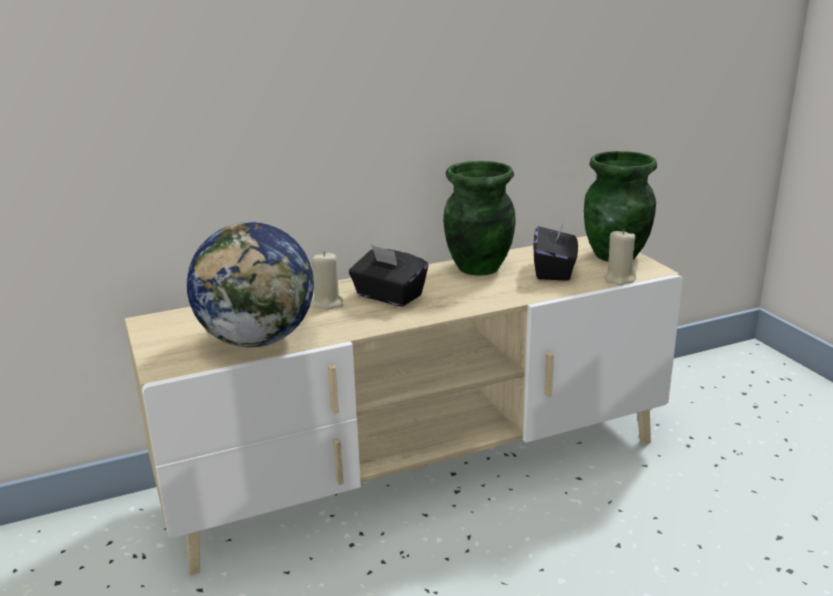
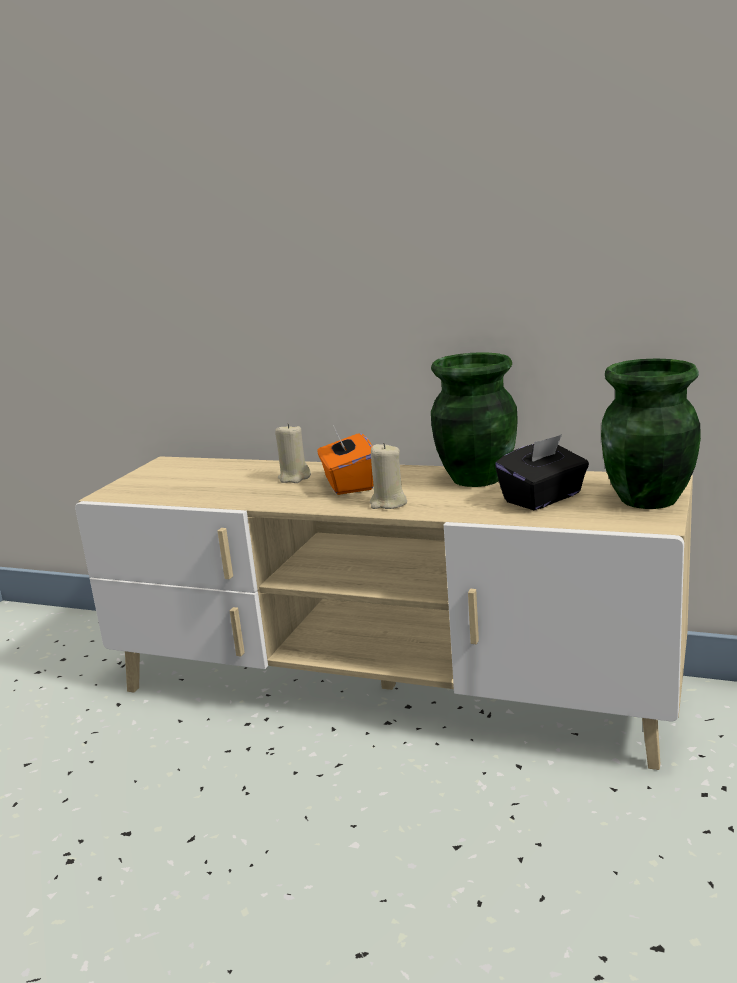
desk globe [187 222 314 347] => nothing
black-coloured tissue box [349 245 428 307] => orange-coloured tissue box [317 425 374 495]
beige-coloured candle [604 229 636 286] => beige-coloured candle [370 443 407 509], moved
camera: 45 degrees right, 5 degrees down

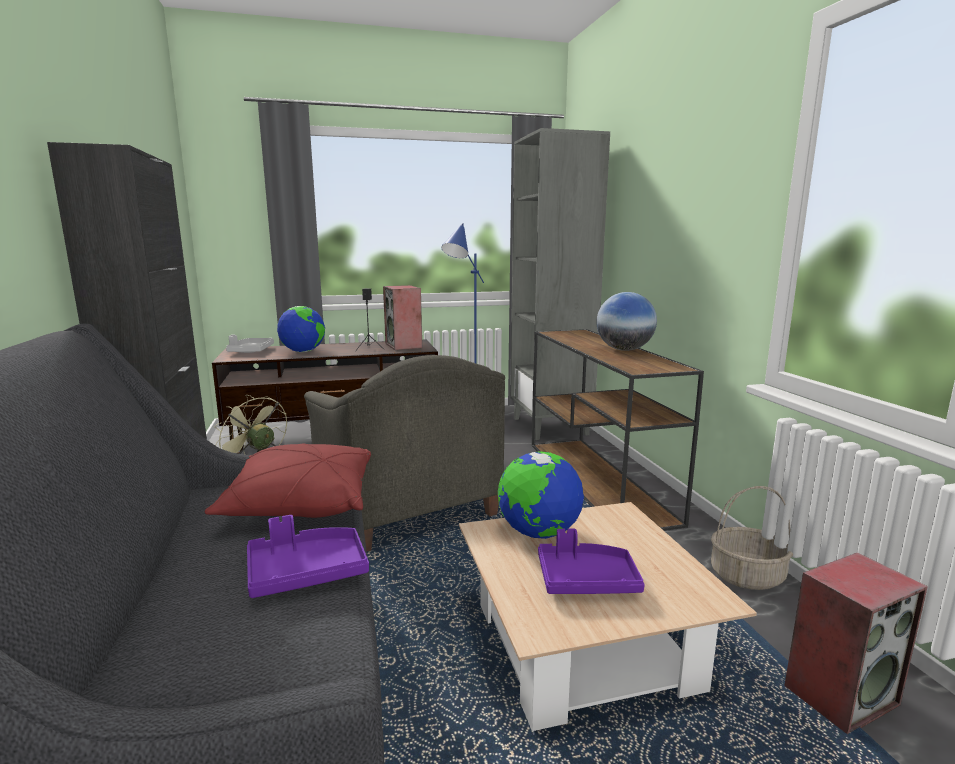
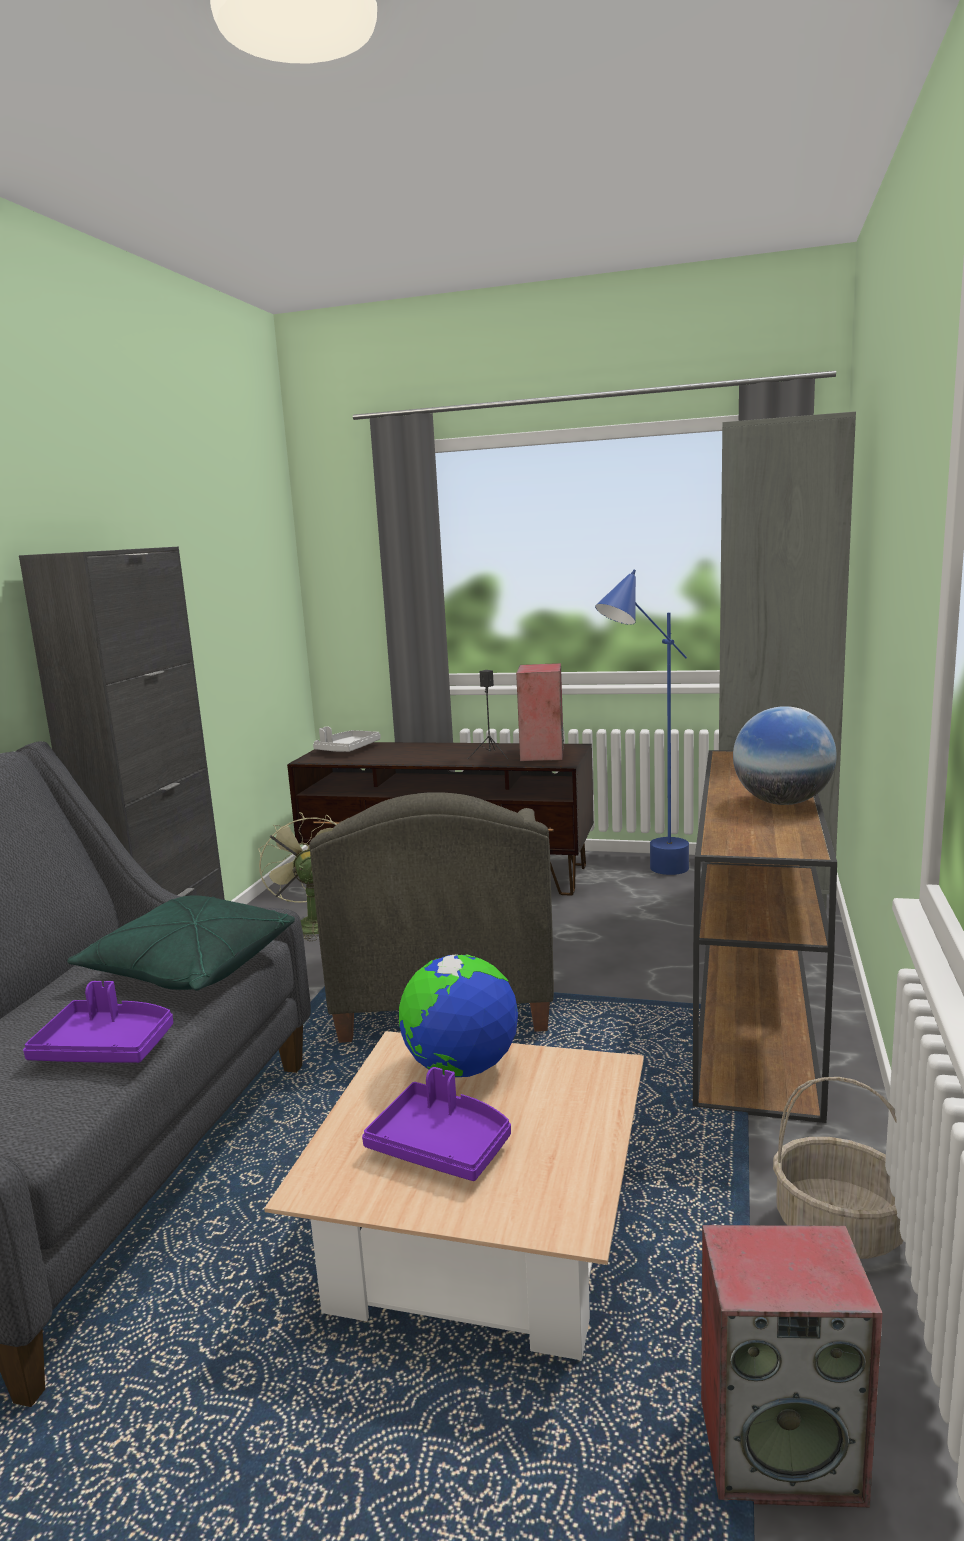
red cushion [205 443 371 518] => greenish cushion [67 896 295 991]
desk globe [277 306 325 352] => nothing
camera: 30 degrees right, 0 degrees up

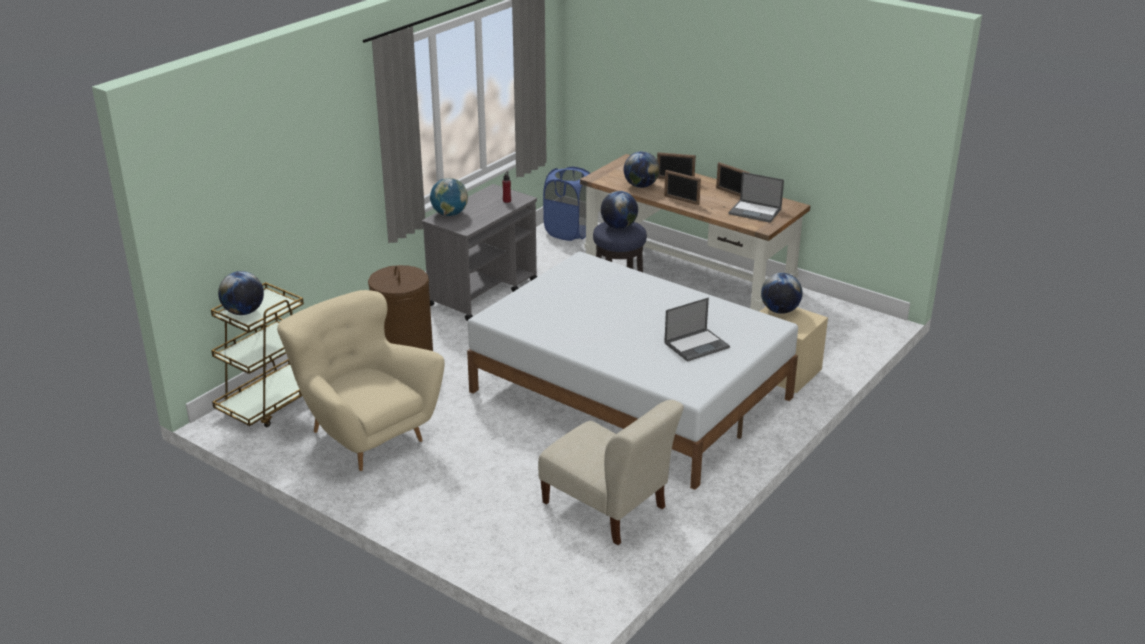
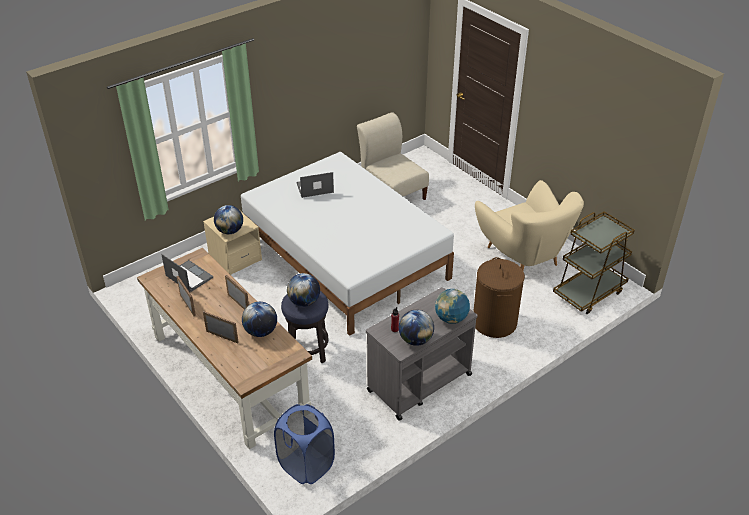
desk globe [218 271 264 315] => desk globe [399 310 434 346], moved
camera: 165 degrees left, 10 degrees up

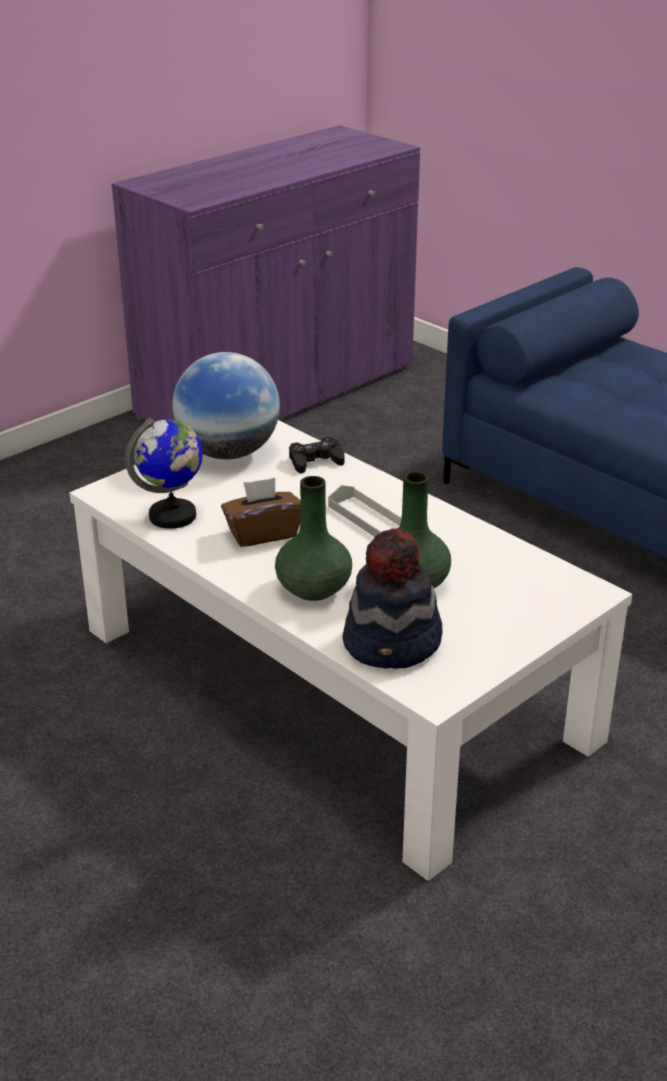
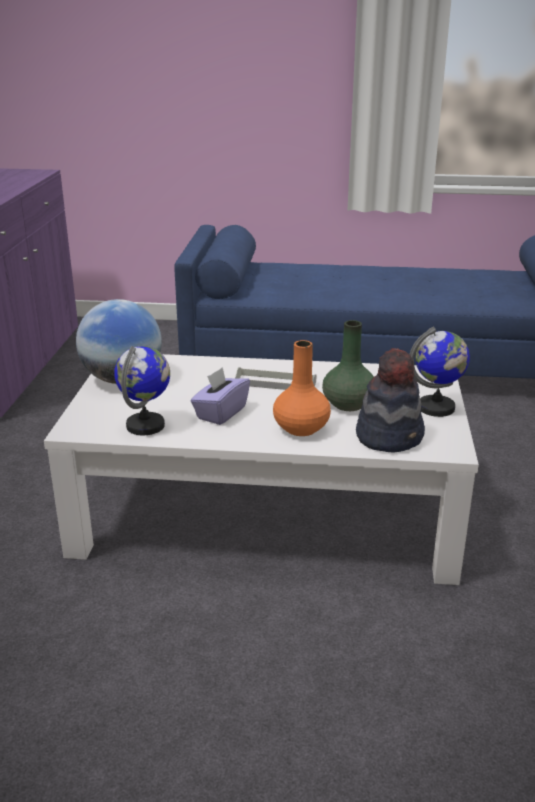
brown-coloured tissue box [221 478 301 547] => purple-coloured tissue box [191 367 250 425]
greenish flower vase [275 476 352 601] => orange-coloured flower vase [273 340 331 436]
black-coloured gamepad [289 437 345 473] => nothing
nothing => desk globe [410 327 470 417]
camera: 40 degrees left, 5 degrees down

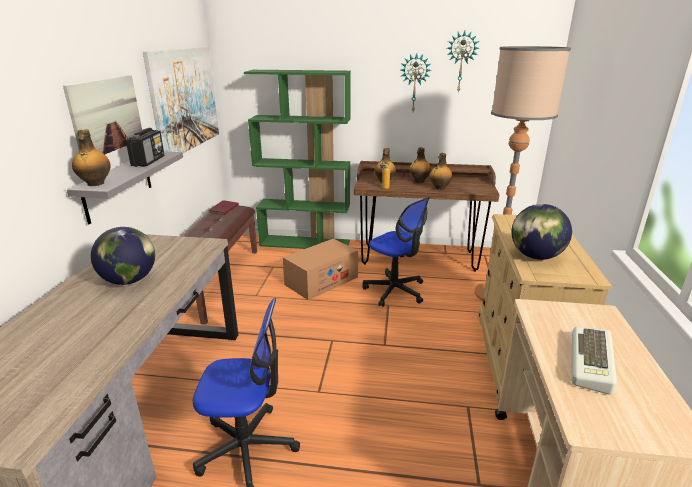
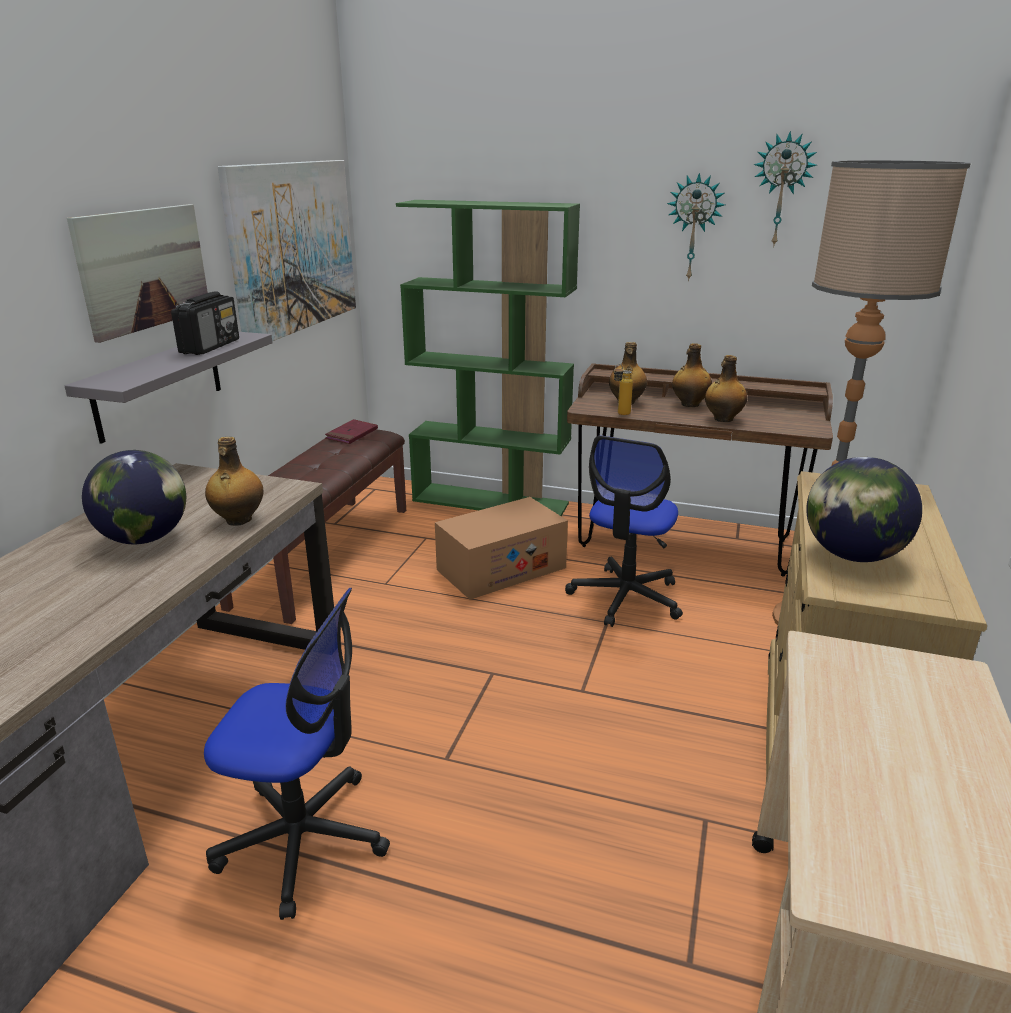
drink bottle [72 129 111 186] => drink bottle [205 437 264 526], moved
computer chair [362 197 430 307] => computer chair [565 436 683 627], 60 degrees clockwise
PC keyboard [571 327 617 395] => nothing
camera: 10 degrees right, 0 degrees up

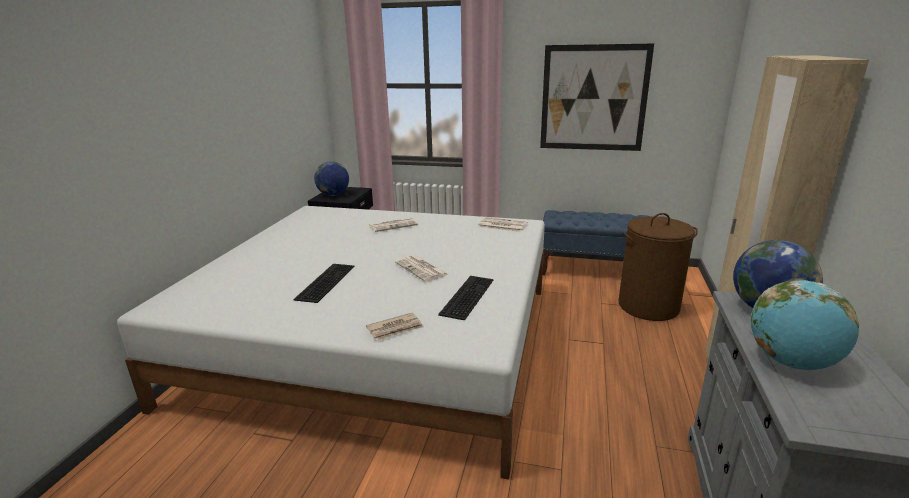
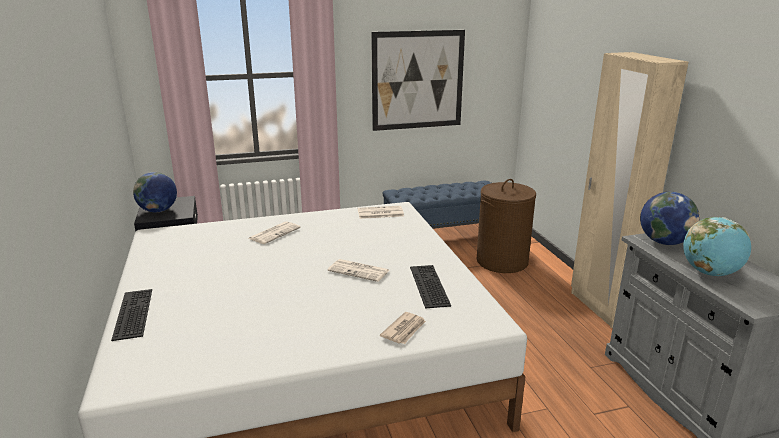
PC keyboard [293 264 354 303] => PC keyboard [111 289 152 341], moved
camera: 30 degrees left, 0 degrees up

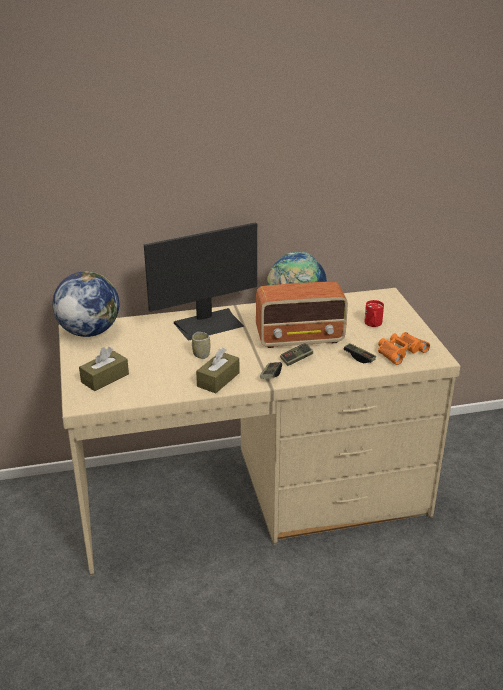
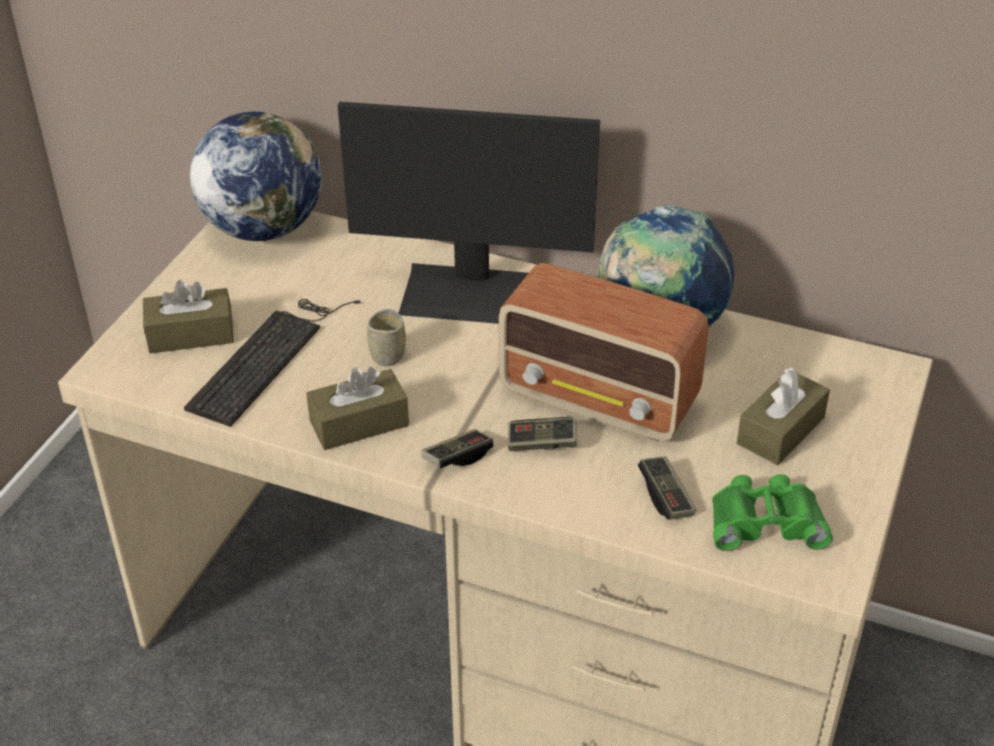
red tea mug [364 300 384 327] => brown-coloured tissue box [737 368 830 465]
orange-coloured pair of binoculars [378 332 430 365] => greenish pair of binoculars [712 474 833 551]
nothing => PC keyboard [184 299 361 427]
camera: 35 degrees right, 10 degrees up

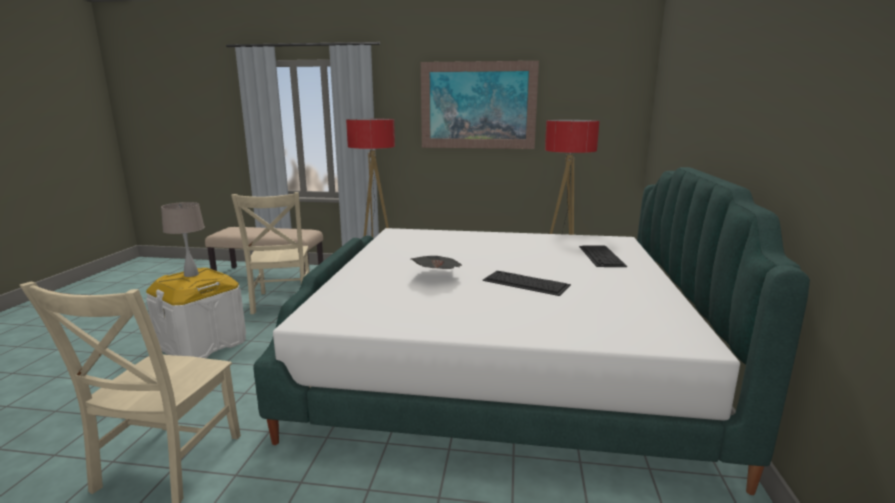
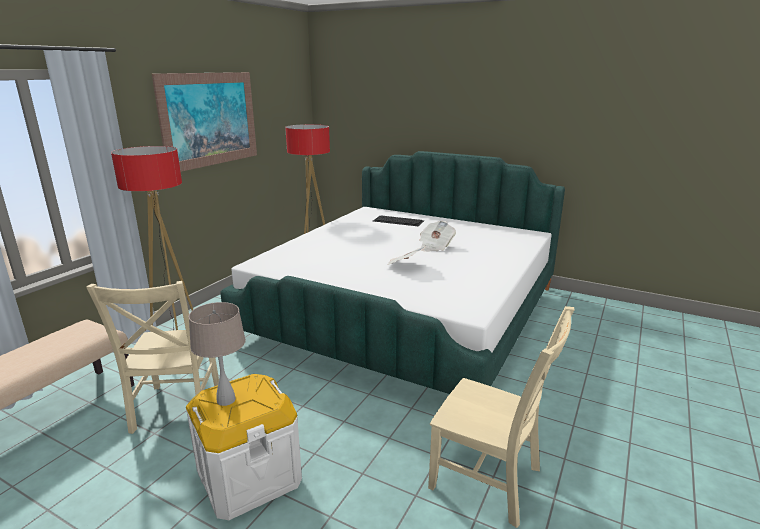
beige-coloured chair [231 192 309 314] => beige-coloured chair [86 281 219 434], 75 degrees clockwise
PC keyboard [482 271 571 296] => printed paper [419 221 456 252]
camera: 70 degrees left, 5 degrees up

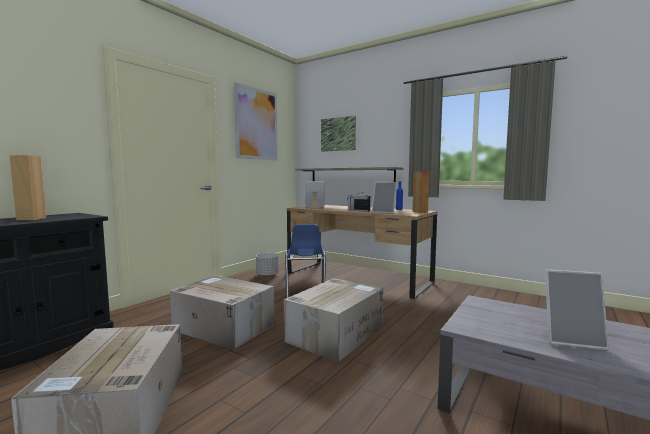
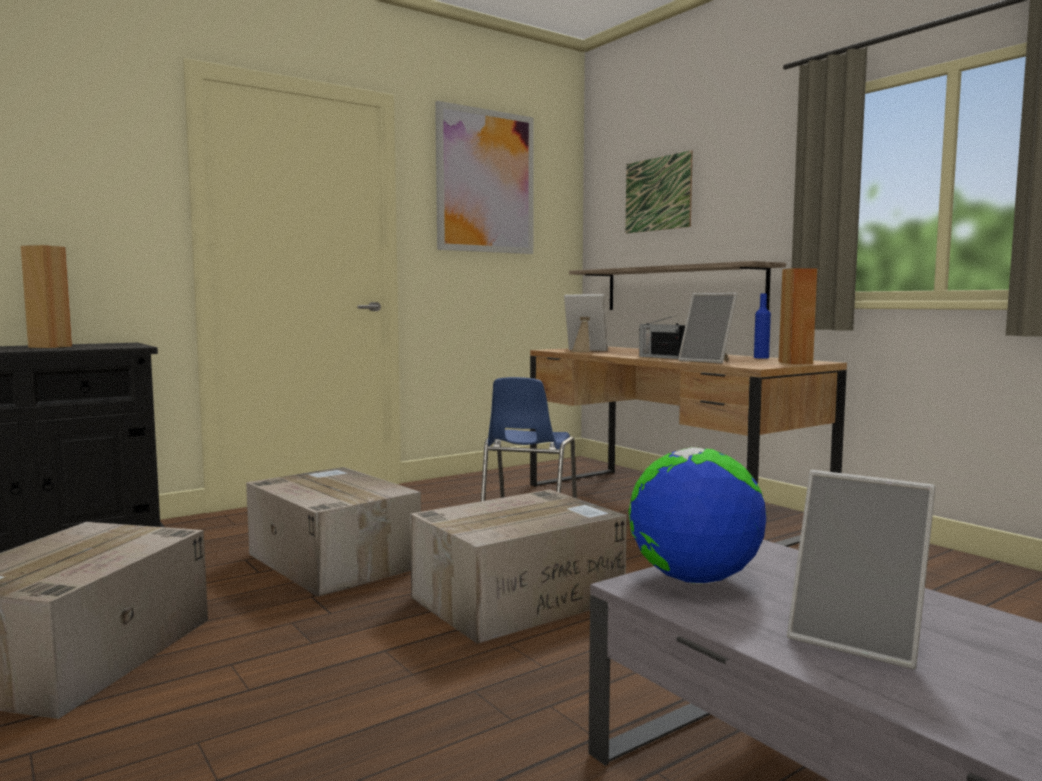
gray planter [256 253 279 277] => nothing
nothing => desk globe [628 447 766 584]
camera: 20 degrees right, 0 degrees up

